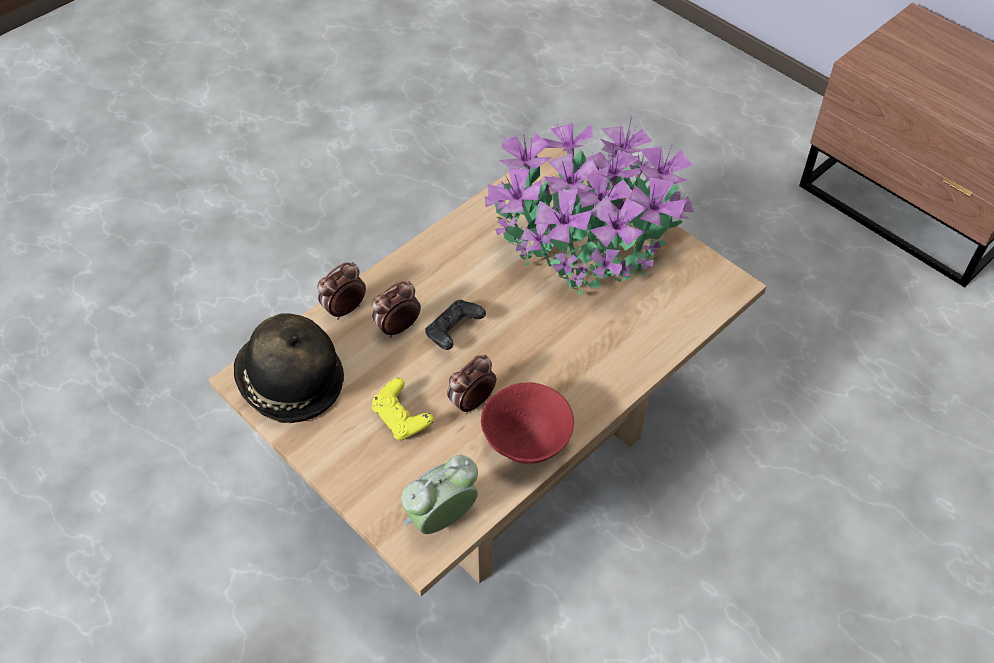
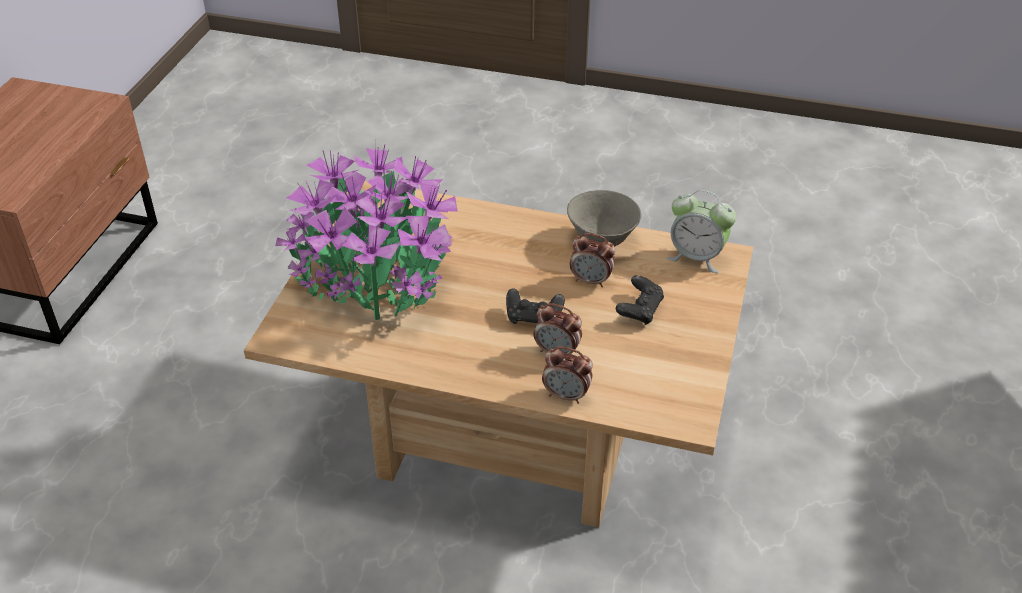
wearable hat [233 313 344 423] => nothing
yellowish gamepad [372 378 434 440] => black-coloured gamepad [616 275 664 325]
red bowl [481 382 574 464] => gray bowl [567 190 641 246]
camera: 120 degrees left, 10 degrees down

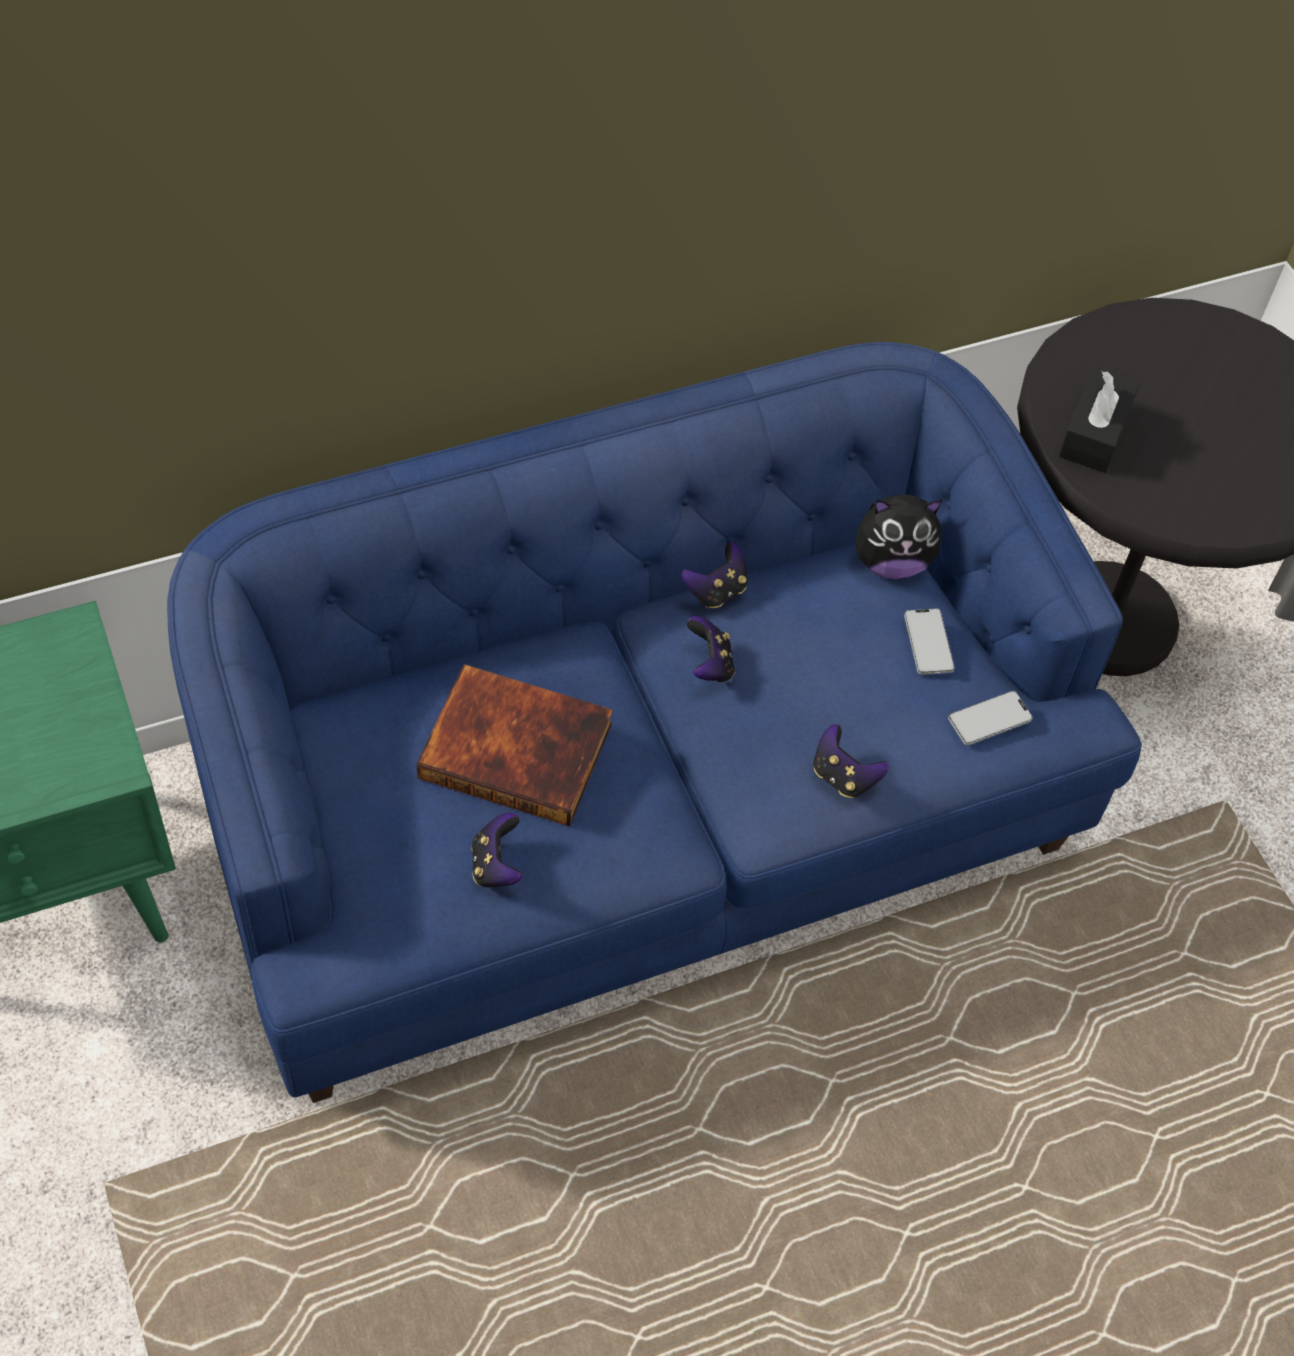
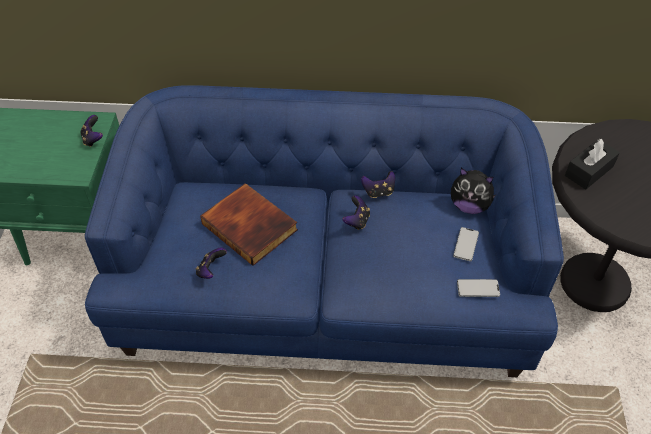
gamepad [813 724 889 798] => gamepad [81 115 103 147], moved
camera: 30 degrees right, 5 degrees down

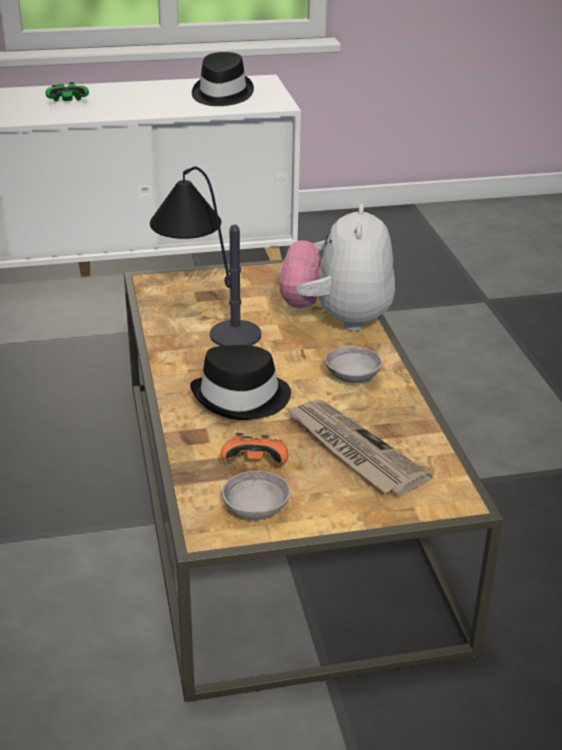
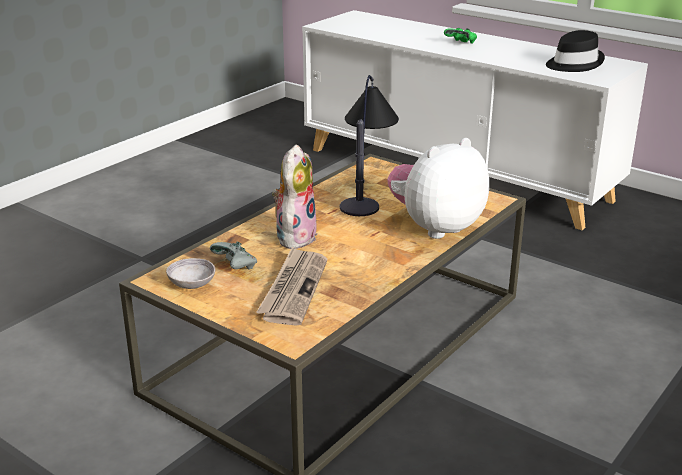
black-coloured wearable hat [190 345 291 420] => cuddly toy [272 144 317 249]
orange-coloured gamepad [221 433 288 464] => gray gamepad [210 242 257 270]
gray bowl [325 346 382 383] => nothing
camera: 50 degrees right, 5 degrees down

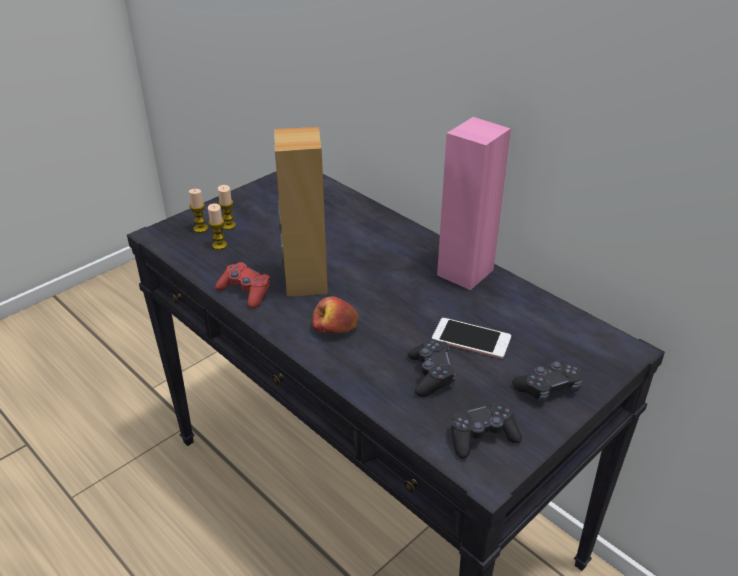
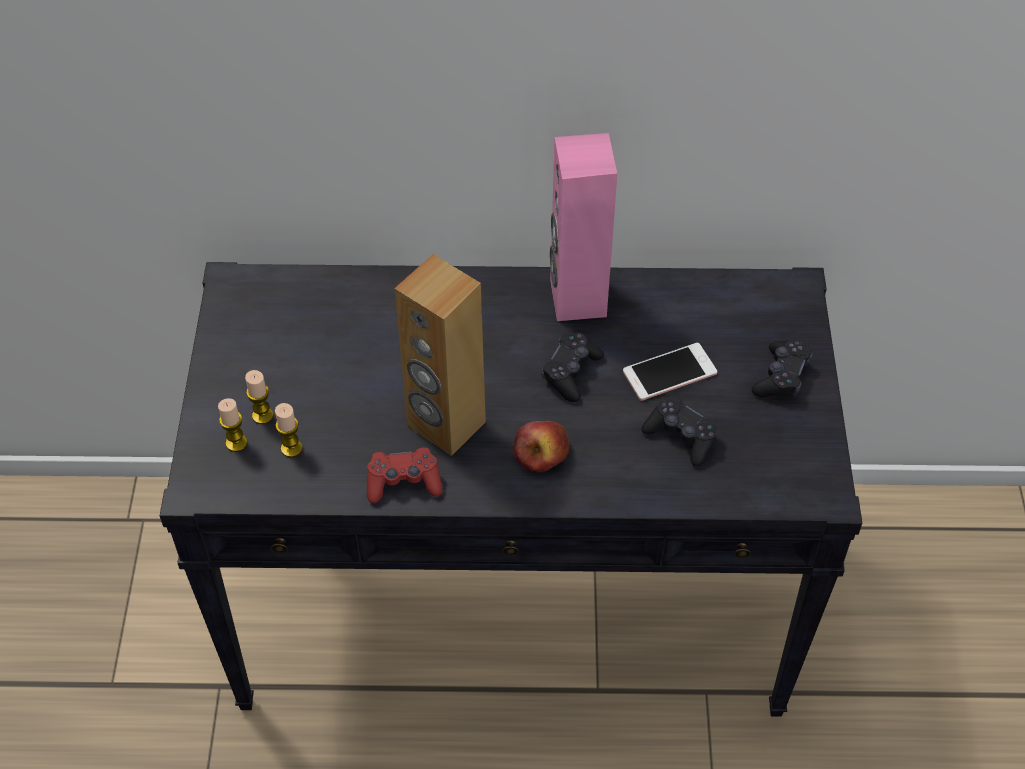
black-coloured gamepad [452 401 522 459] => black-coloured gamepad [541 332 604 402], moved
camera: 45 degrees left, 15 degrees up

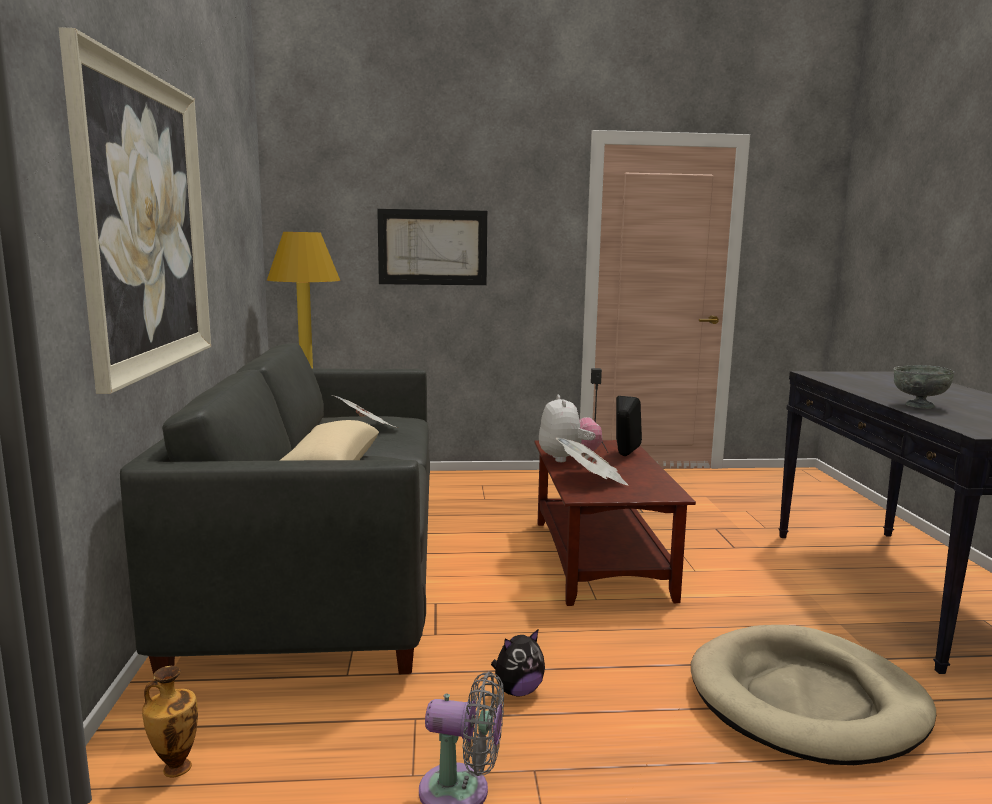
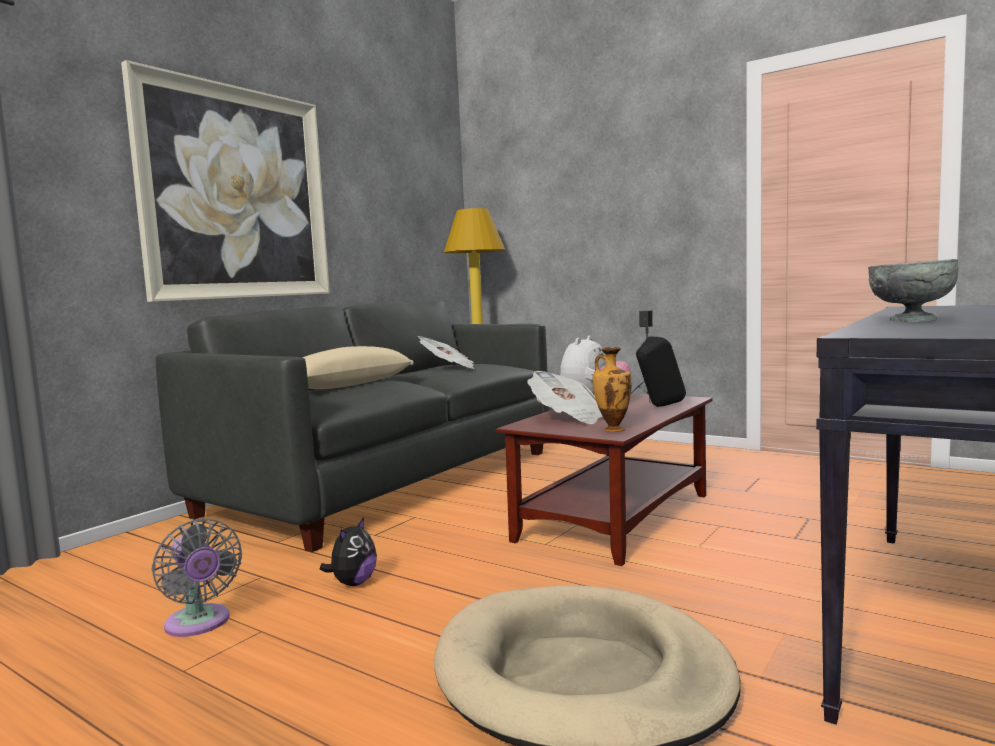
flower vase [142 666 198 777] => flower vase [592 347 631 432], moved
wall picture [377 209 487 285] => nothing
cuddly toy [491 630 545 696] => cuddly toy [320 517 377 586], 75 degrees counterclockwise
camera: 40 degrees right, 5 degrees down

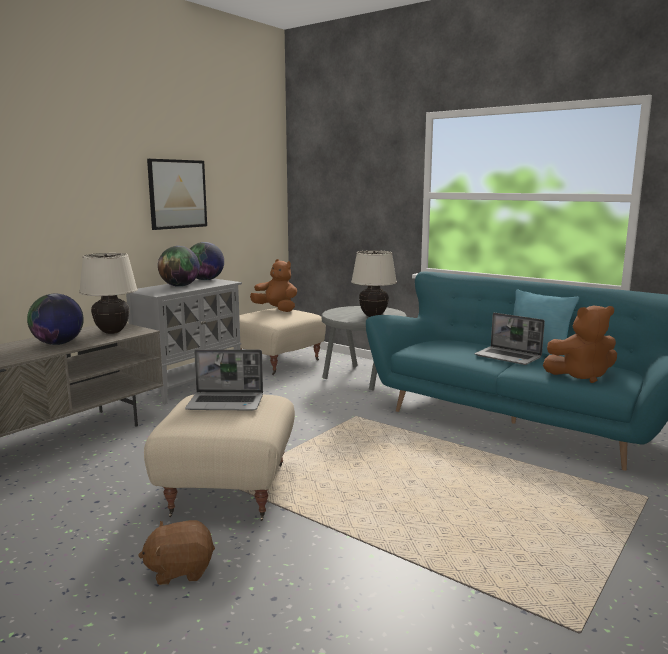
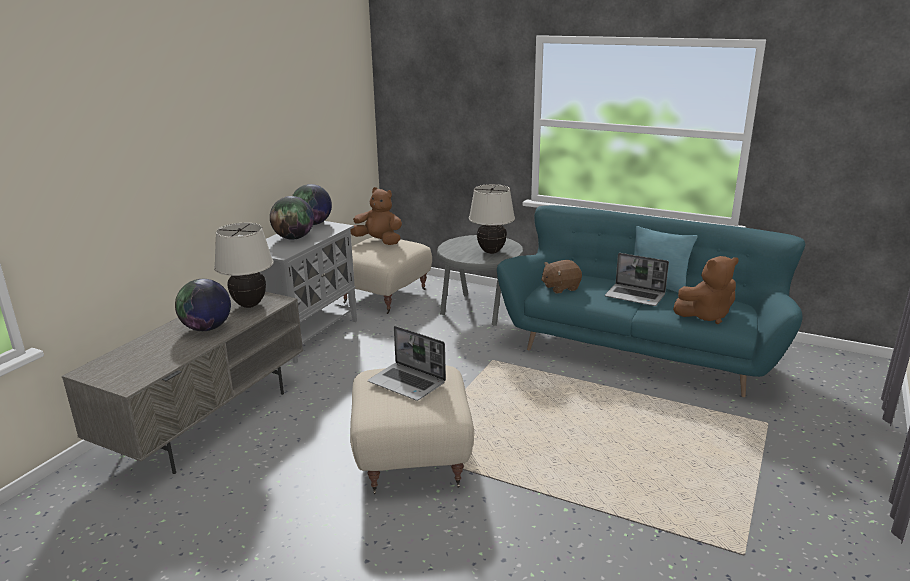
brown-coloured cuddly toy [138 520 215 585] => brown-coloured cuddly toy [541 260 582 294], moved
wall picture [147 159 207 230] => nothing
laptop [185 349 263 410] => laptop [368 326 446 401], 45 degrees clockwise
camera: 10 degrees left, 10 degrees up

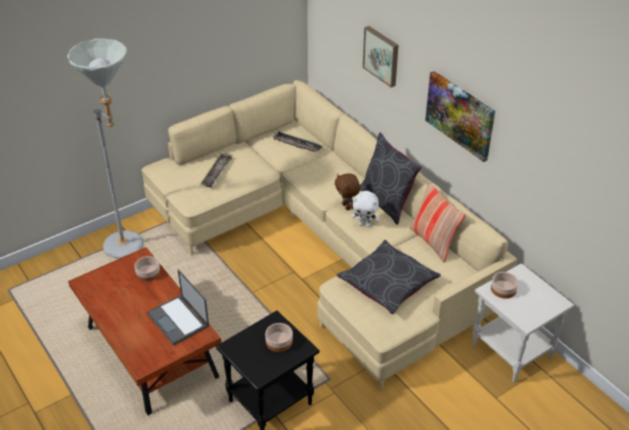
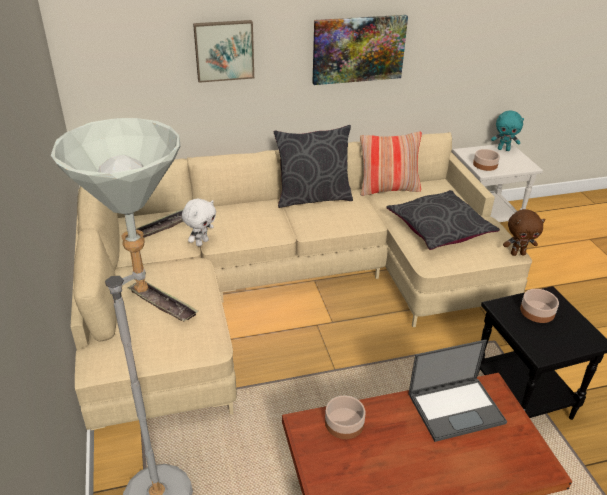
brown-coloured cuddly toy [335 174 361 210] => brown-coloured cuddly toy [503 209 545 256], moved
white-coloured cuddly toy [351 191 379 227] => white-coloured cuddly toy [182 199 216 247], moved
nothing => blue-green cuddly toy [491 110 524 151]
camera: 70 degrees left, 5 degrees down

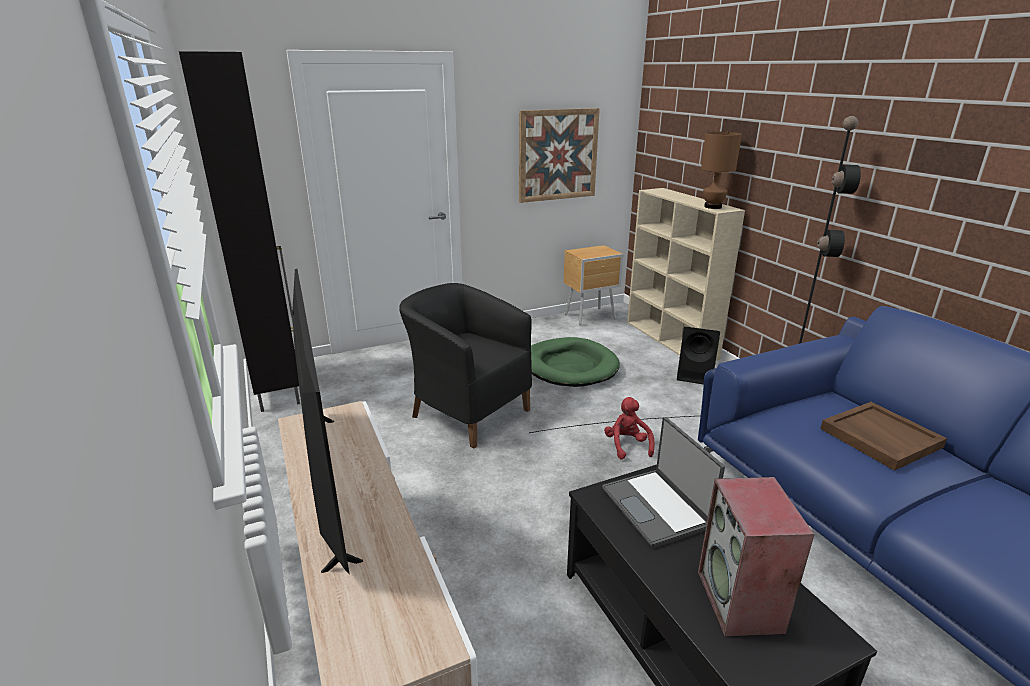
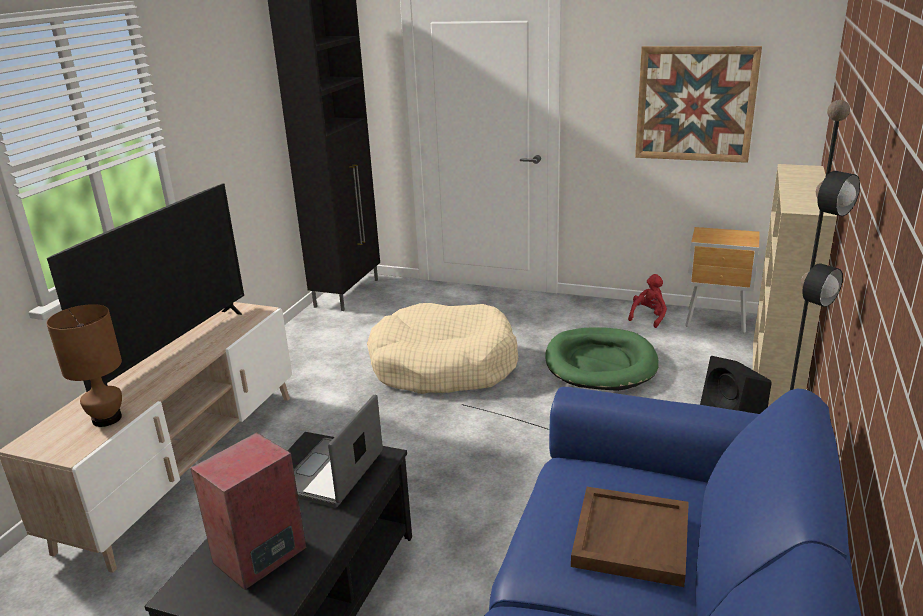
black-coloured armchair [399 283 532 448] => beige-coloured dog cushion [367 303 518 394]
red cuddly toy [604 397 655 460] => red cuddly toy [628 274 667 328], moved
brown-coloured tabletop lamp [701 132 742 209] => brown-coloured tabletop lamp [46 304 122 427], moved
camera: 45 degrees right, 0 degrees up

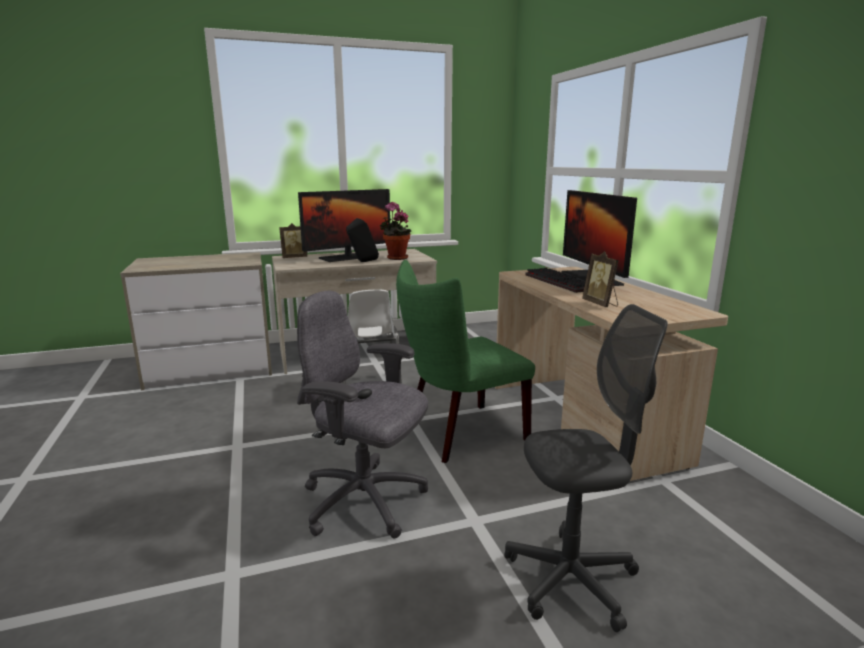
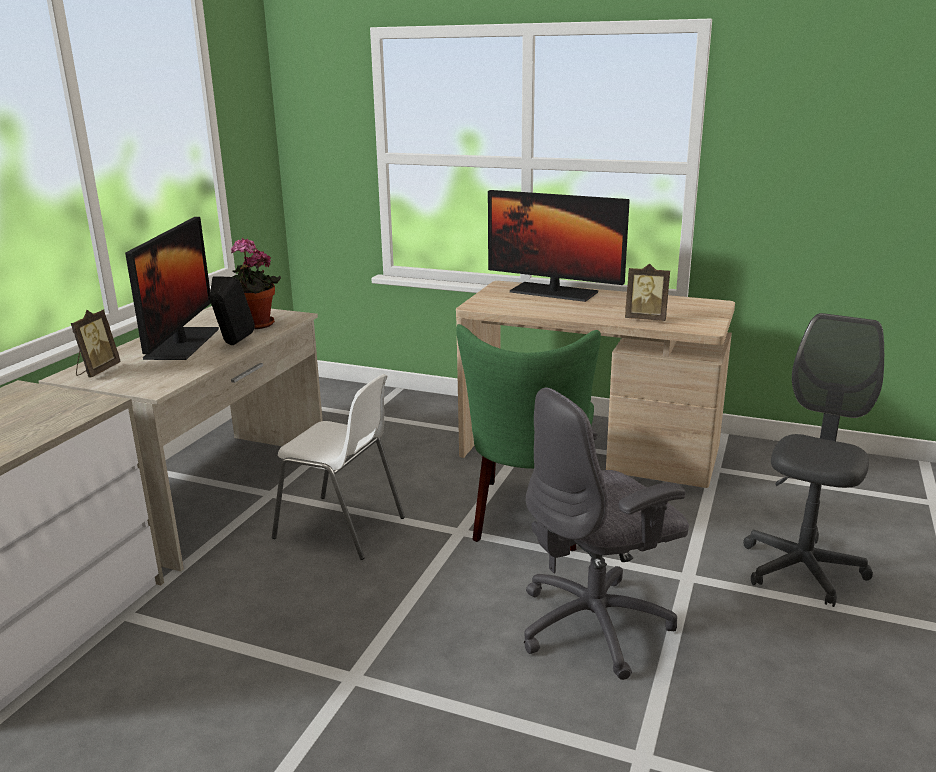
PC keyboard [525 268 586 293] => nothing
camera: 50 degrees left, 5 degrees up

